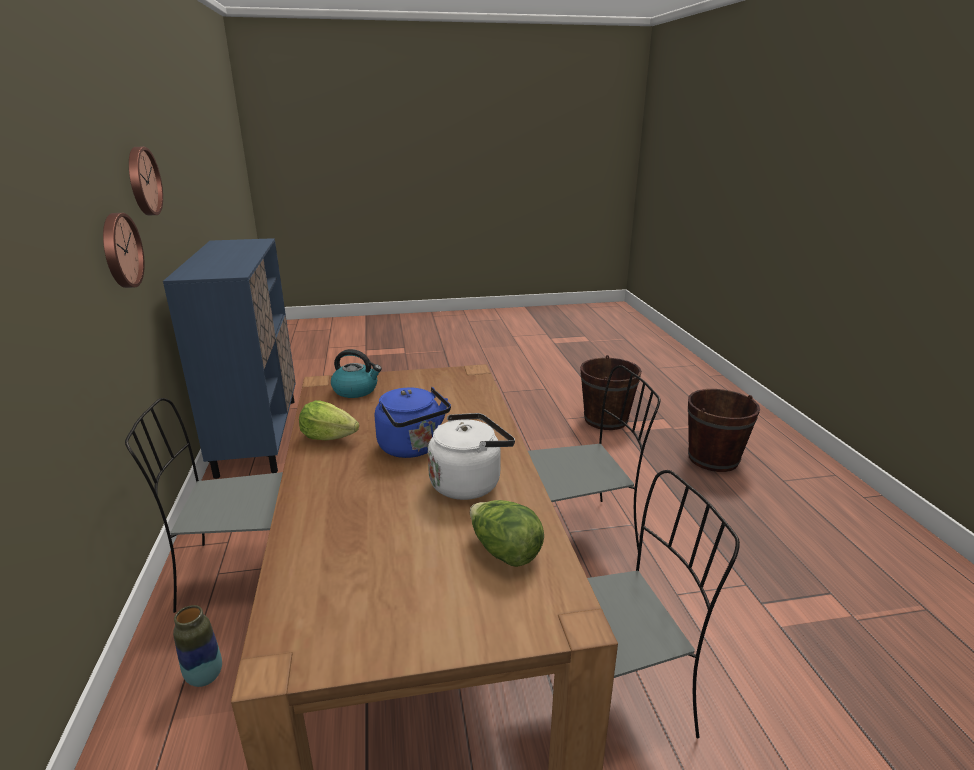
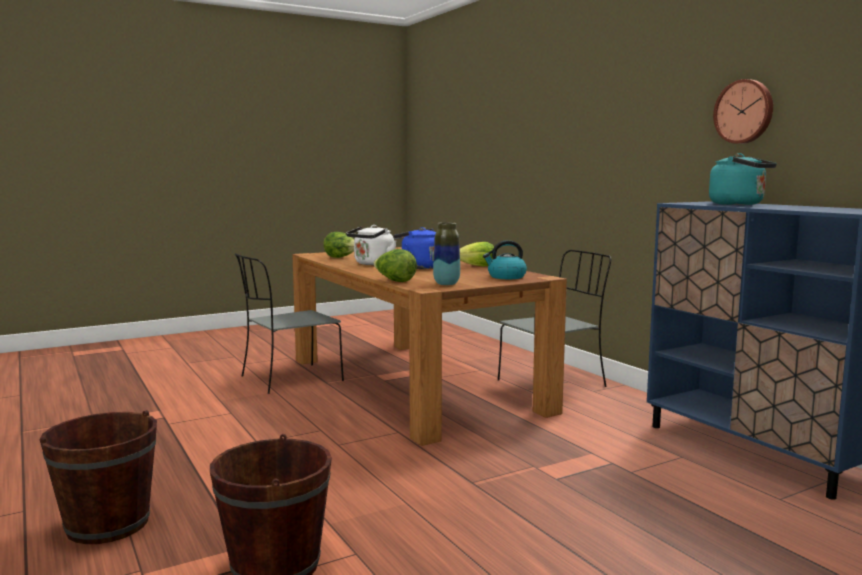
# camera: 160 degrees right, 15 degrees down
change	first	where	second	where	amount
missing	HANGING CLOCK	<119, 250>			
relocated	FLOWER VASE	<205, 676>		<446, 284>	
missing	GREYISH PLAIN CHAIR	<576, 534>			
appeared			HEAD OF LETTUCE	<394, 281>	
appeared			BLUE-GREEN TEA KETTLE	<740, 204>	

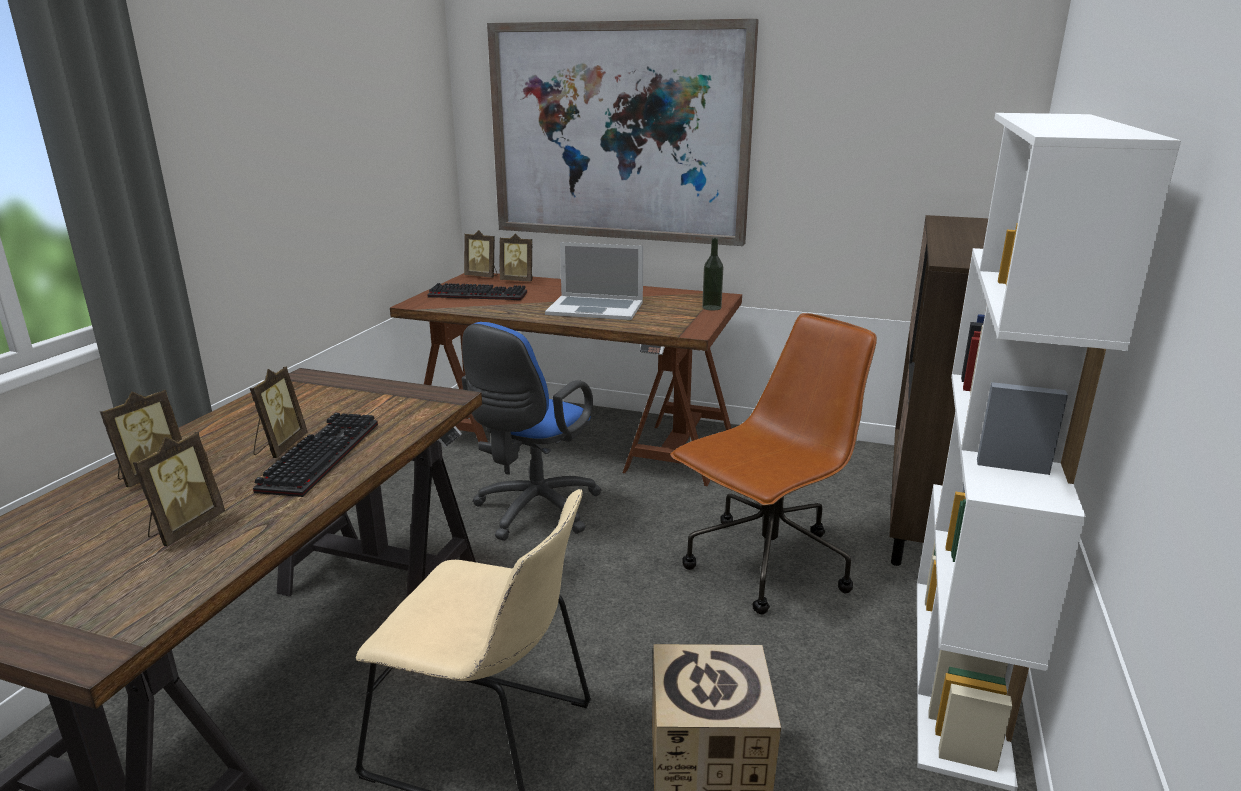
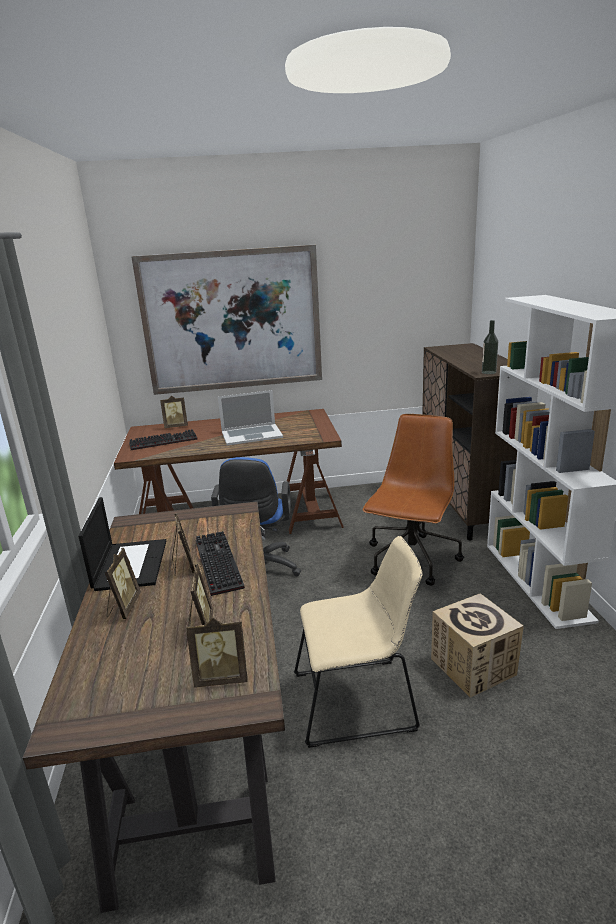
# camera: 25 degrees left, 0 degrees up
change	first	where	second	where	amount
relocated	PHOTO FRAME	<482, 276>		<222, 678>	
relocated	BOTTLE	<711, 307>		<488, 372>	
appeared			PORTABLE COMPUTER	<130, 564>	

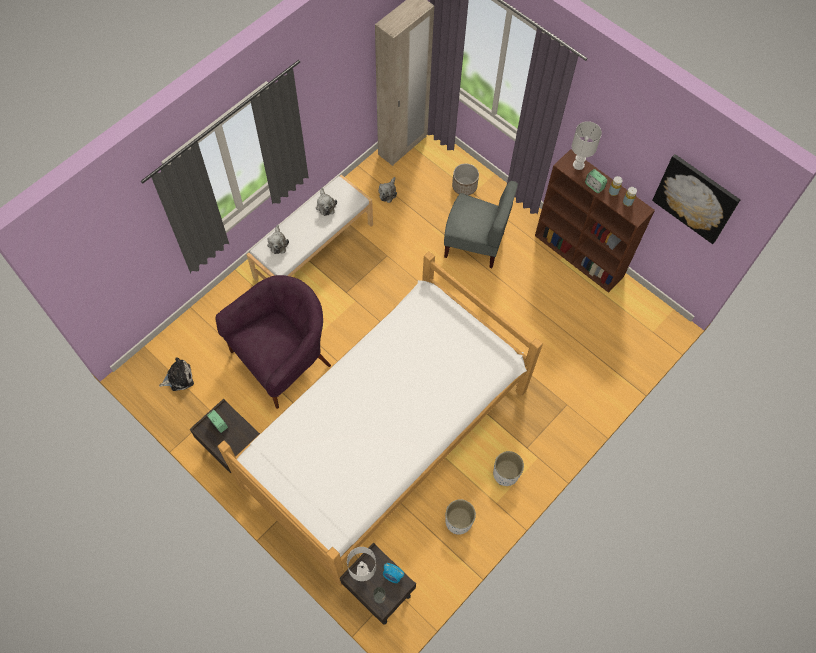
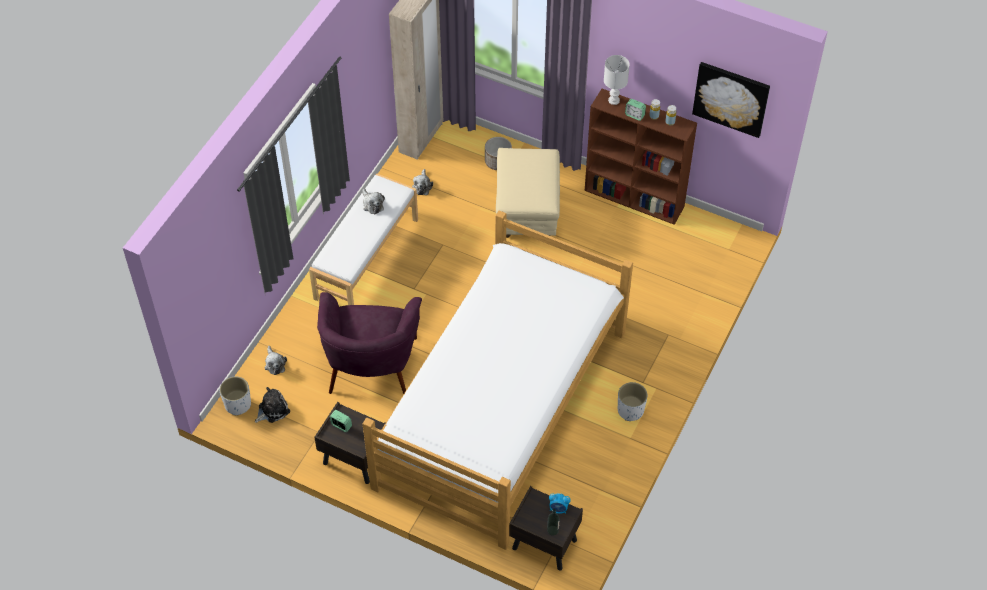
# camera: 15 degrees left, 10 degrees down
change	first	where	second	where	amount
spun	PURPLE-COLOURED EASY CHAIR	<282, 359>		<371, 365>	150 degrees clockwise
relocated	CUDDLY TOY	<278, 243>		<274, 364>	
missing	WHITE-COLOURED TABLE LAMP	<363, 573>			
exchanged	GREYISH PLAIN CHAIR	<475, 244>	SAND-COLOURED OTTOMAN	<527, 212>	
relocated	WHITE-COLOURED FLOWER POT	<458, 521>		<238, 404>	

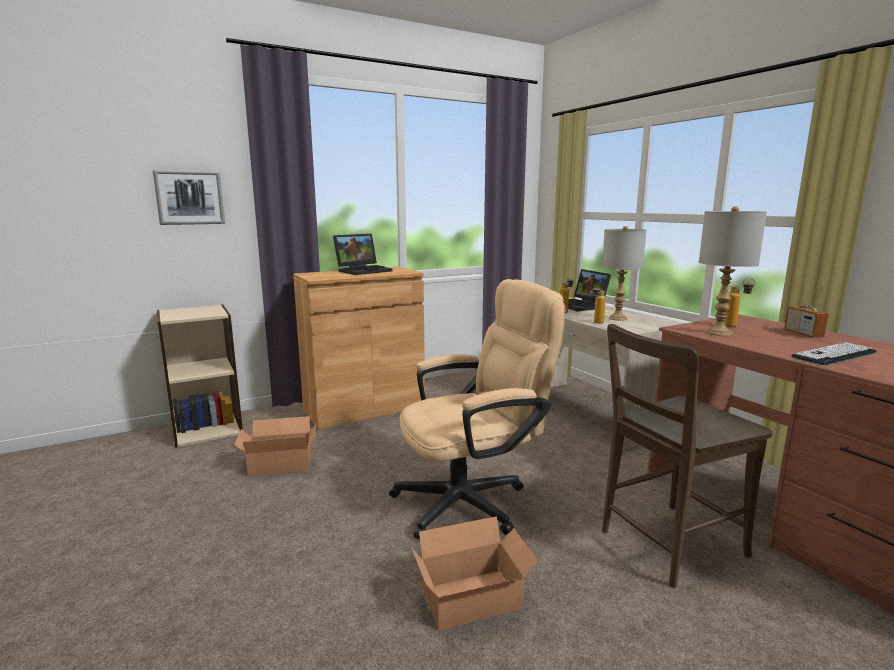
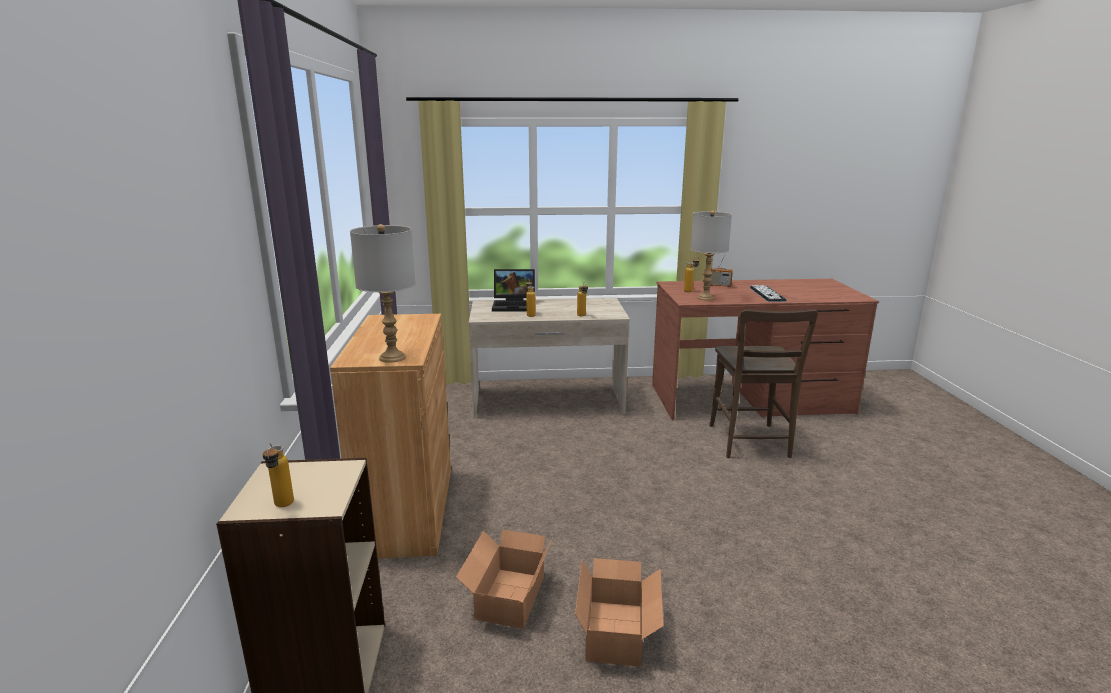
# camera: 65 degrees left, 5 degrees up
change	first	where	second	where	amount
missing	WALL ART	<190, 197>			
missing	PORTABLE COMPUTER	<364, 270>			
missing	SAND-COLOURED DESK CHAIR	<473, 500>			
relocated	PACKING BOX	<475, 600>		<618, 631>	
relocated	GREYISH TABLE LAMP	<618, 318>		<393, 358>	
appeared			BOTTLE	<282, 507>	

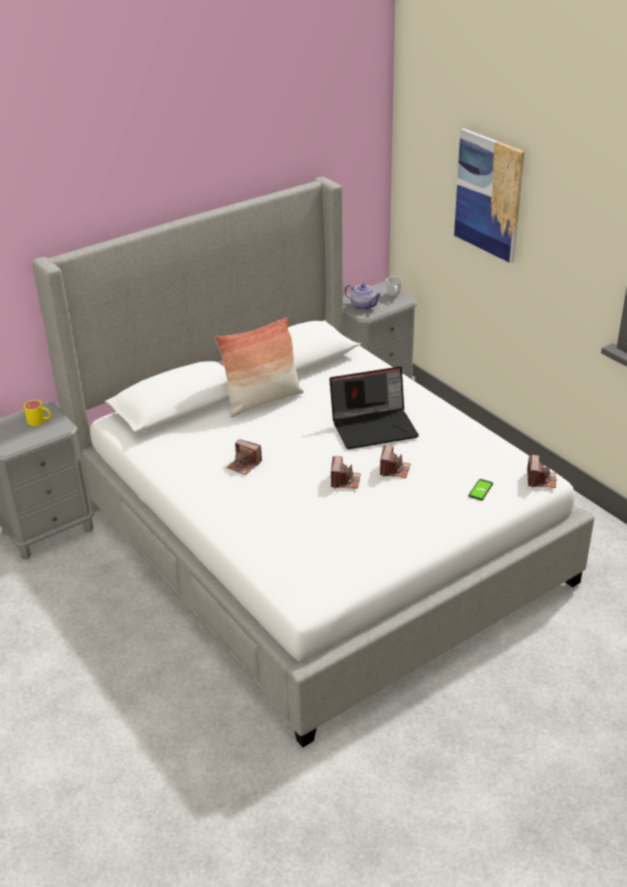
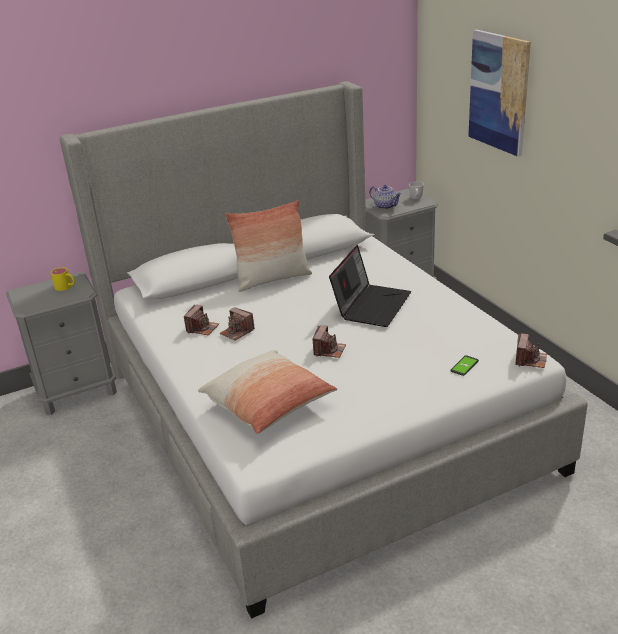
# camera: 10 degrees right, 5 degrees down
change	first	where	second	where	amount
spun	PORTABLE COMPUTER	<374, 427>		<371, 305>	60 degrees counterclockwise
relocated	PHOTO CAMERA	<394, 470>		<202, 328>	
appeared			PILLOW	<269, 405>	

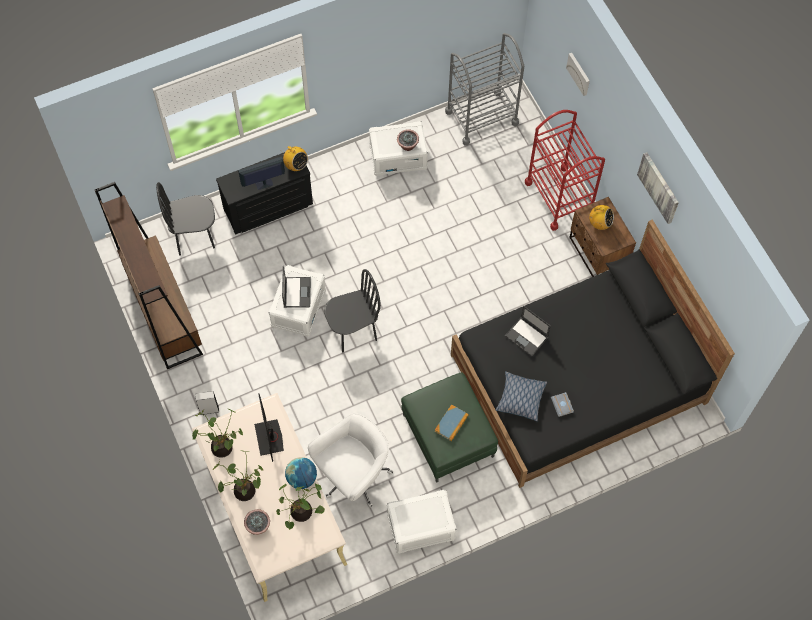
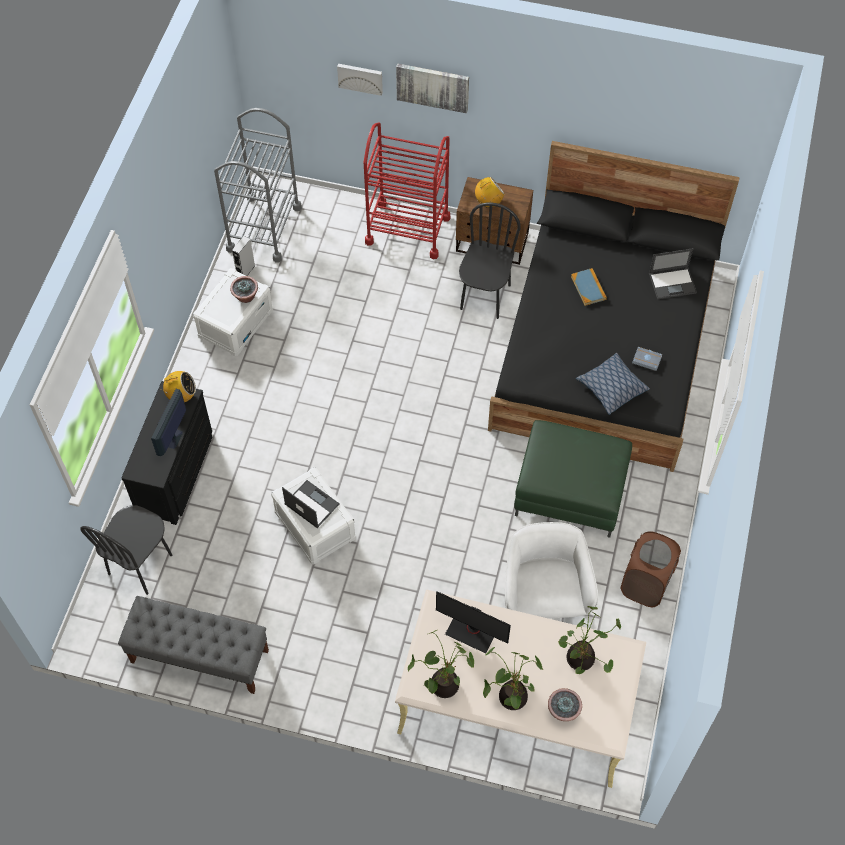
# camera: 50 degrees left, 5 degrees down
change	first	where	second	where	amount
exchanged	BROWN BOOKSHELF	<164, 312>	GREYISH BENCH	<199, 656>	
relocated	GREYISH LOUDSPEAKER	<209, 410>		<245, 271>	
missing	WORLD GLOBE	<302, 478>			
relocated	BLACKISH PLAIN CHAIR	<353, 331>		<485, 297>	
exchanged	WHITE-COLOURED STORAGE BOX	<420, 527>	BROWN HAMPER	<645, 584>	
relocated	VOLUME	<451, 423>		<588, 288>	
relocated	PORTABLE COMPUTER	<527, 336>		<673, 283>	
relocated	WALL ART	<659, 187>		<432, 86>	

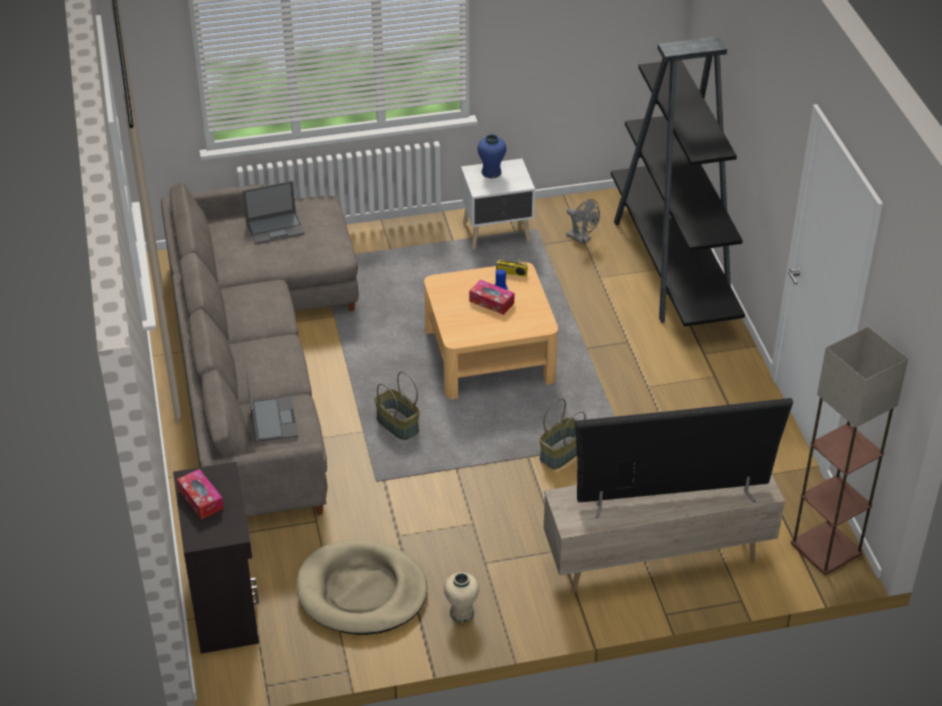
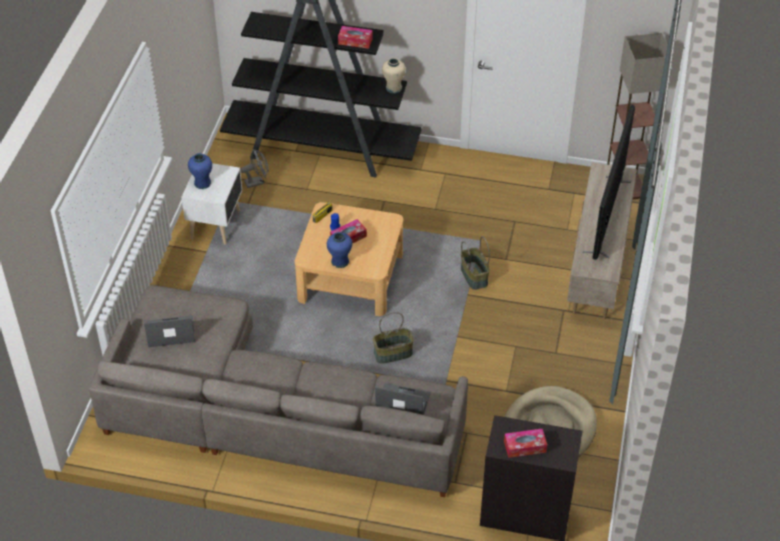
# camera: 65 degrees left, 5 degrees up
change	first	where	second	where	amount
spun	PORTABLE COMPUTER	<275, 227>		<170, 332>	105 degrees counterclockwise
relocated	SAND-COLOURED FLOWER VASE	<461, 612>		<393, 88>	
appeared			BLUE FLOWER VASE	<340, 262>	
appeared			BOX OF TISSUES	<355, 41>	

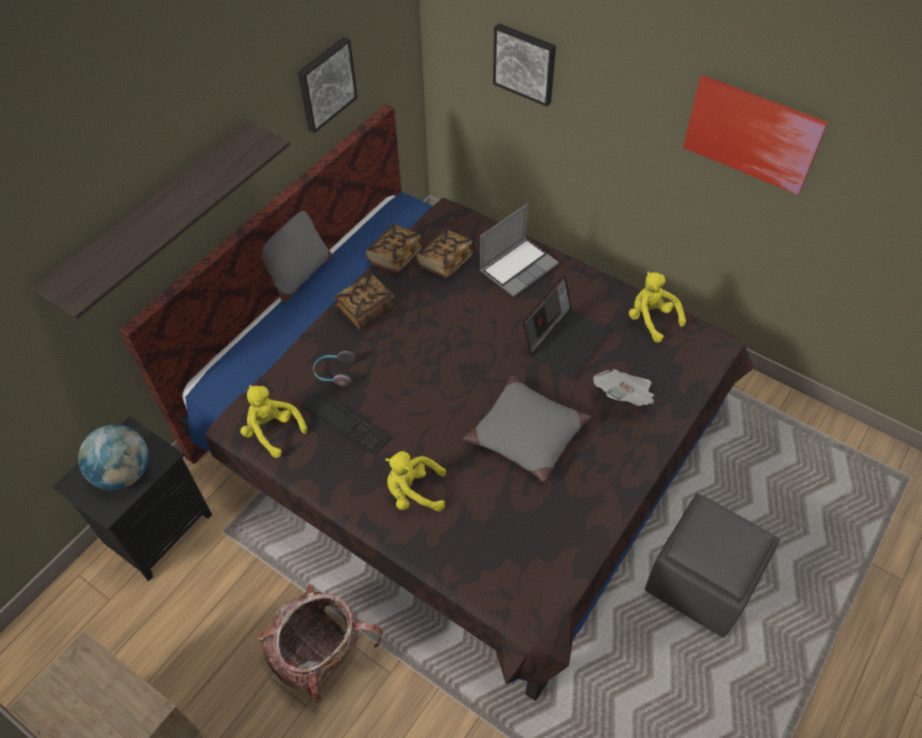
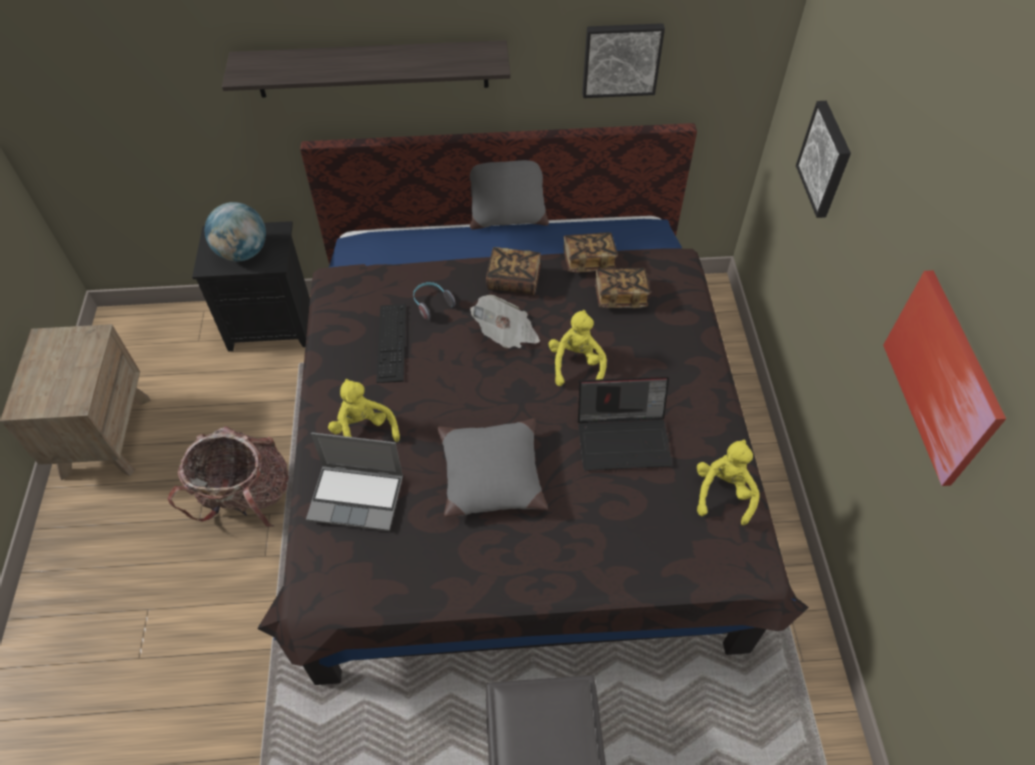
# camera: 50 degrees right, 0 degrees up
change	first	where	second	where	amount
relocated	YELLOW CUDDLY TOY	<272, 431>		<576, 364>	
relocated	PORTABLE COMPUTER	<518, 267>		<358, 497>	
relocated	DAILY PAPER	<624, 396>		<506, 334>	

